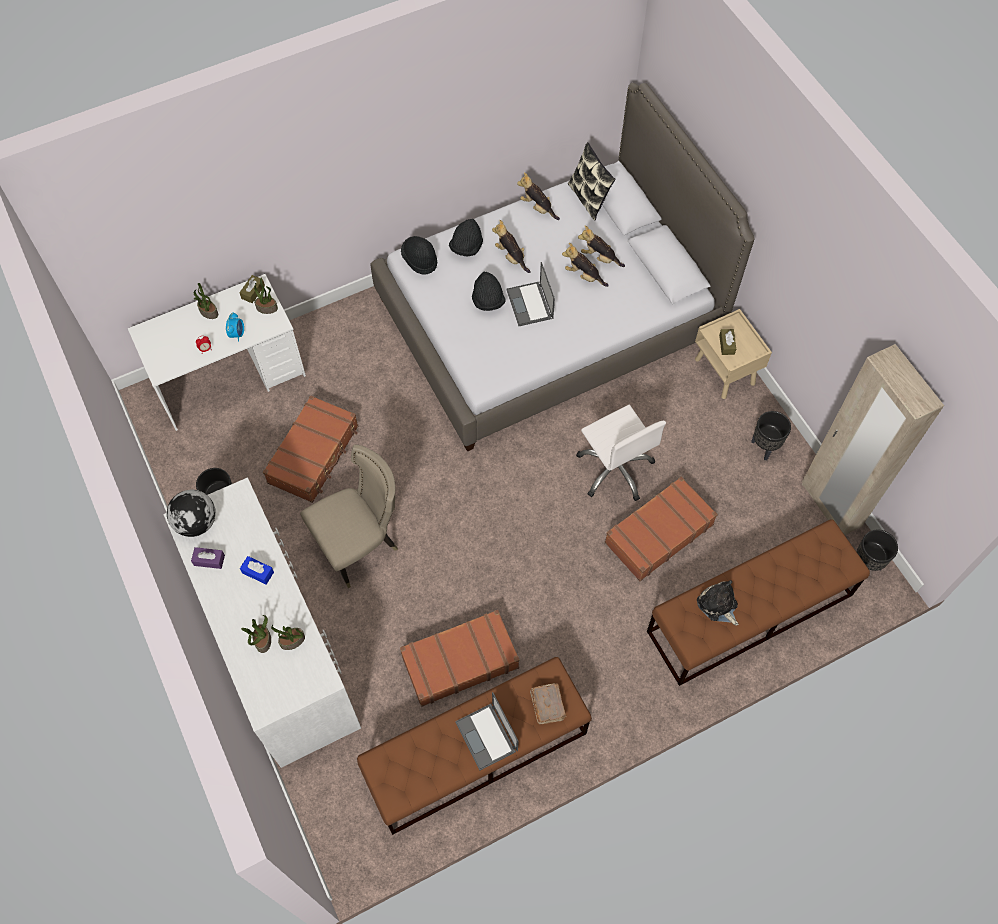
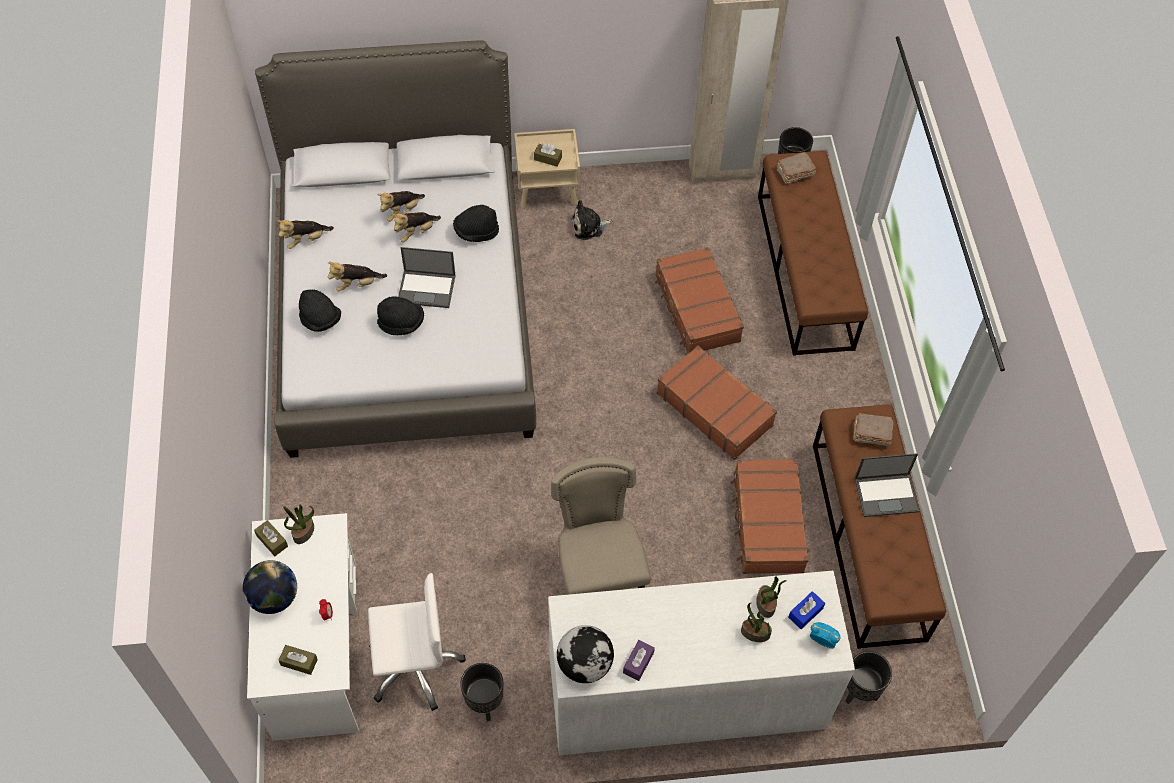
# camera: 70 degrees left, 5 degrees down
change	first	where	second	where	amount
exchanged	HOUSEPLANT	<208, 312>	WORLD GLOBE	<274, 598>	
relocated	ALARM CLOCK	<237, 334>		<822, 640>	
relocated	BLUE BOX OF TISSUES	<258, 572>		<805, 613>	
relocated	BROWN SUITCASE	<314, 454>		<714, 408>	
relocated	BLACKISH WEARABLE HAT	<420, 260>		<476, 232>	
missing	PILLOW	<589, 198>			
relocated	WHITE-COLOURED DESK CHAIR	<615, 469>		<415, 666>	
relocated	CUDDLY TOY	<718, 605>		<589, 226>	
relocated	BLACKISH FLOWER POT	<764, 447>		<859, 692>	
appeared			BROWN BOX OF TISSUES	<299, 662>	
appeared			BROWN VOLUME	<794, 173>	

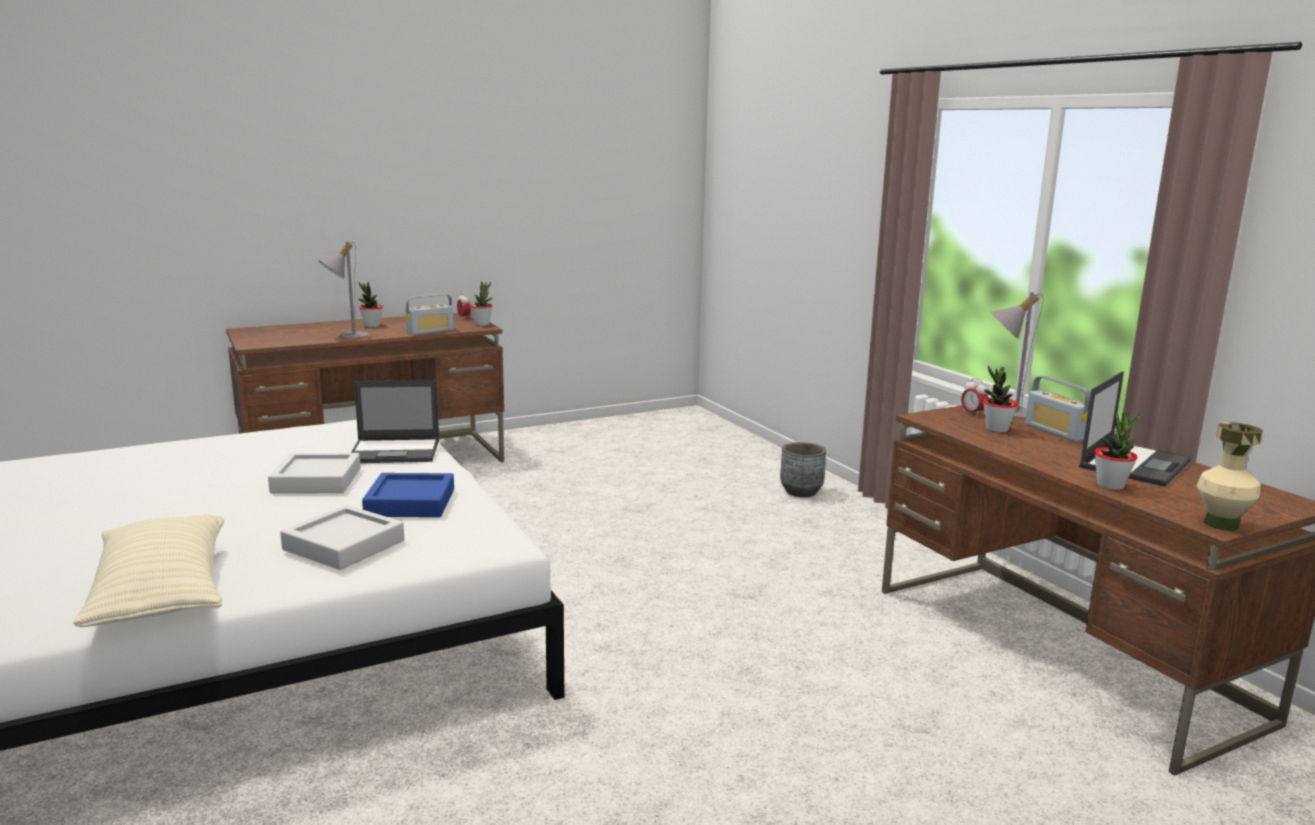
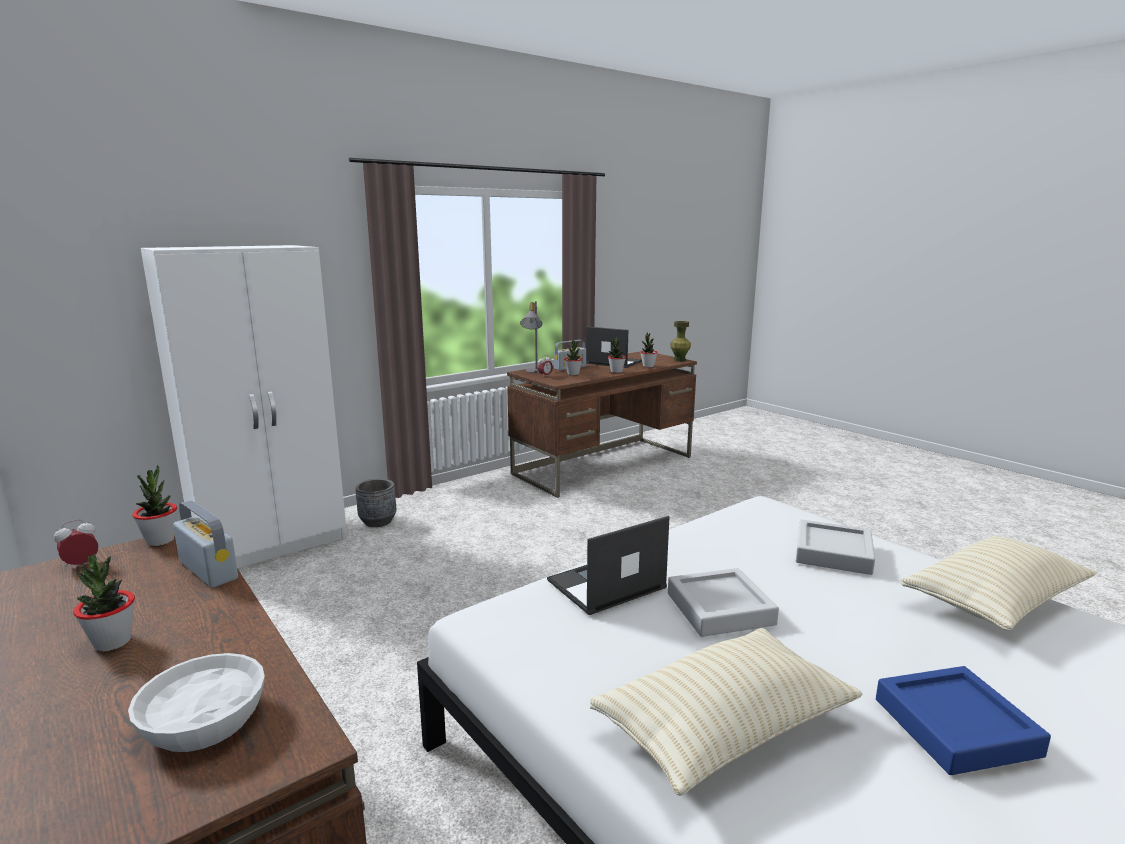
# camera: 100 degrees left, 0 degrees up
change	first	where	second	where	amount
missing	GREYISH TABLE LAMP	<347, 335>			
spun	PORTABLE COMPUTER	<396, 451>		<605, 585>	105 degrees counterclockwise
relocated	BLUE CARRYING TRAY	<410, 503>		<955, 727>	
colour	SAND-COLOURED FLOWER VASE	<1221, 524>	GREEN-COLOURED FLOWER VASE	<679, 360>	
appeared			WHITE-COLOURED BOWL	<202, 721>	
appeared			WHITE-COLOURED ARMOIRE	<272, 544>	
appeared			SAND-COLOURED PILLOW	<724, 729>	
appeared			HOUSEPLANT	<616, 372>	

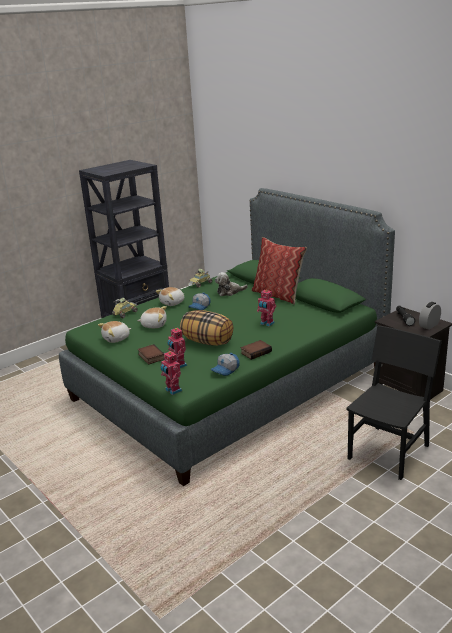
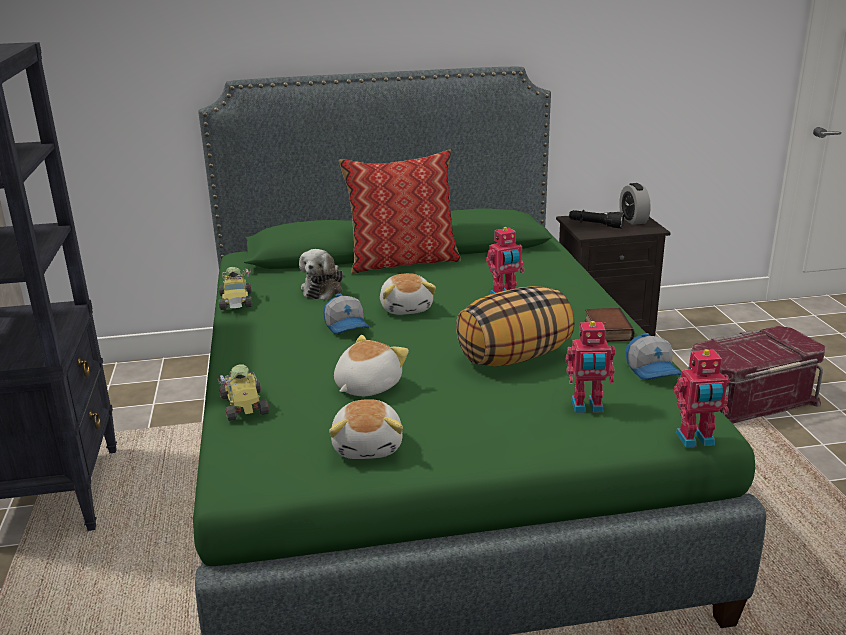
# camera: 60 degrees left, 0 degrees up
change	first	where	second	where	amount
missing	VOLUME	<150, 357>			
relocated	CUDDLY TOY	<172, 303>		<407, 308>	
exchanged	BLACKISH PLAIN CHAIR	<388, 452>	RED-COLOURED STORAGE BOX	<748, 400>	

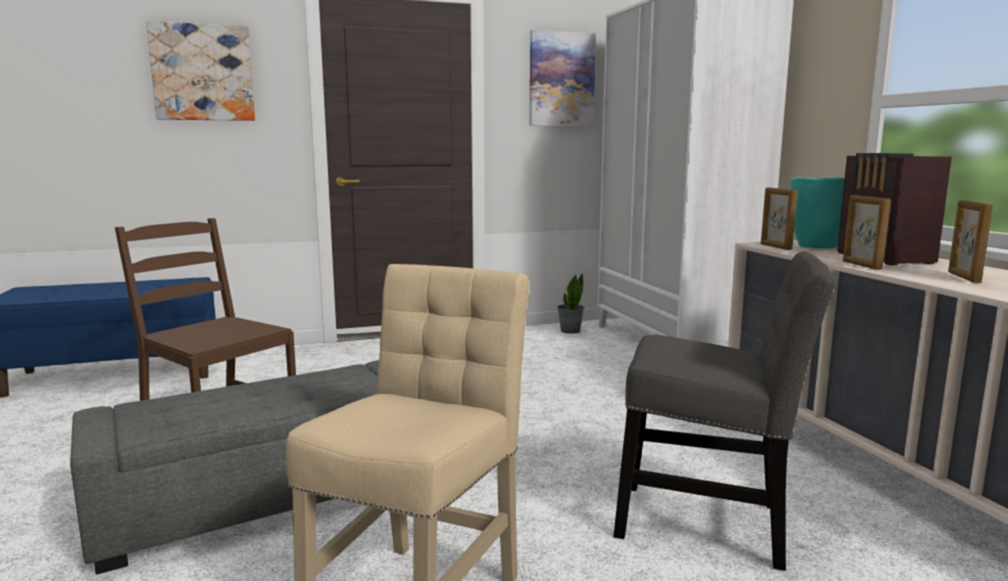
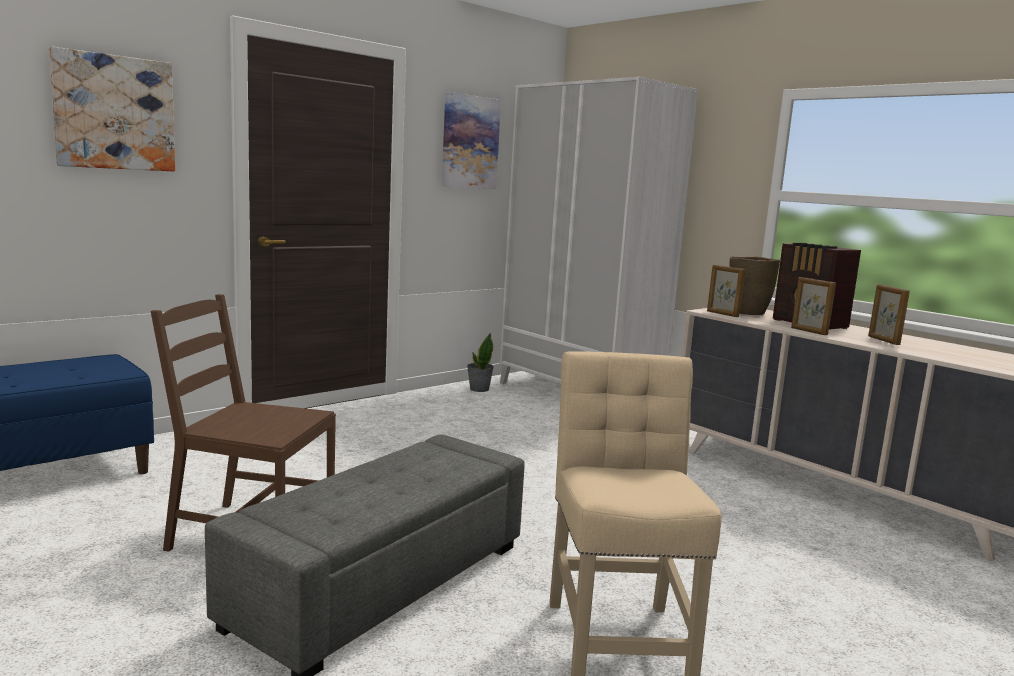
# camera: 25 degrees left, 0 degrees up
change	first	where	second	where	amount
missing	GREYISH PLAIN CHAIR	<710, 524>			
colour	BLUE-GREEN FLOWER VASE	<816, 246>	BROWN FLOWER VASE	<747, 313>	

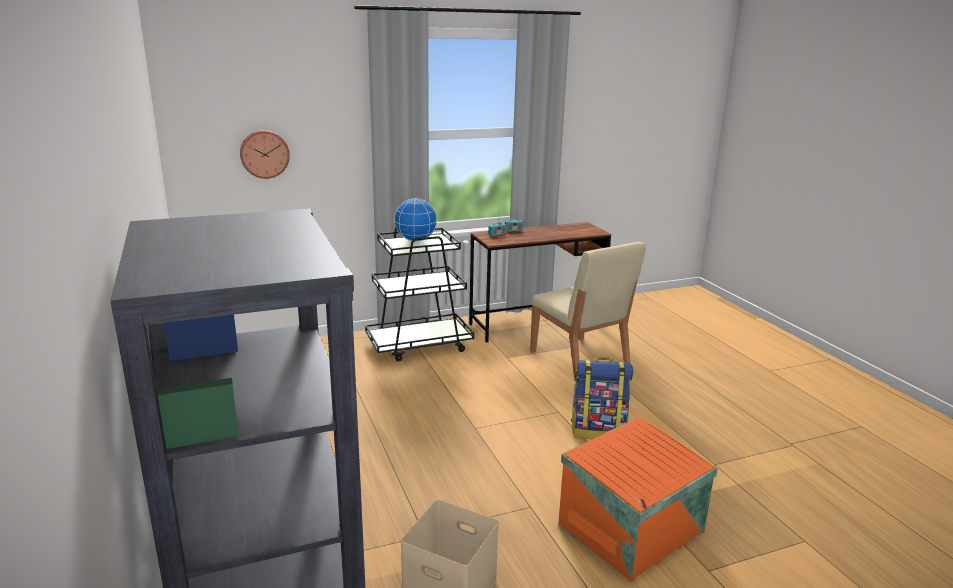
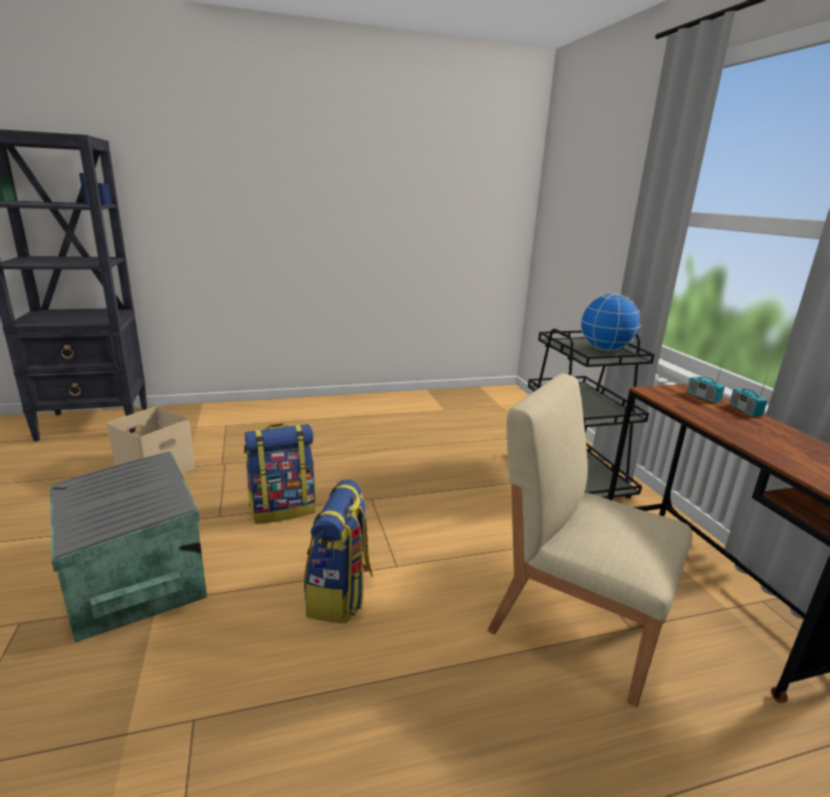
# camera: 95 degrees right, 0 degrees up
change	first	where	second	where	amount
missing	HANGING CLOCK	<264, 154>			
spun	SAND-COLOURED PLAIN CHAIR	<579, 359>		<575, 623>	60 degrees clockwise
colour	ORANGEY STORAGE BOX	<633, 529>	GREYISH STORAGE BOX	<133, 579>	
appeared			KNAPSACK	<283, 509>	

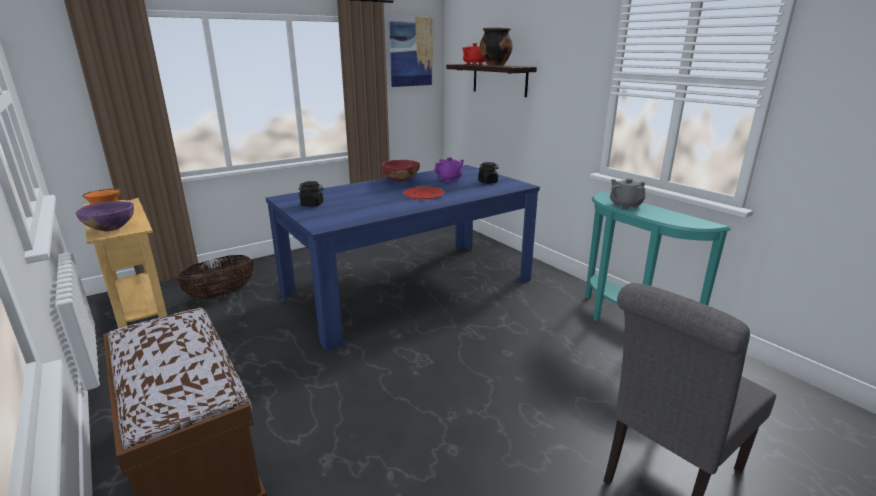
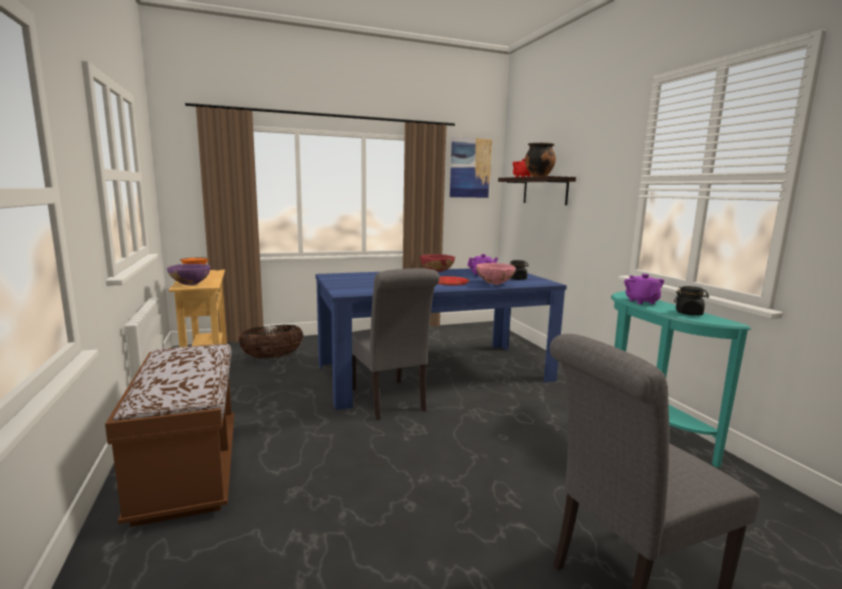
# camera: 15 degrees right, 10 degrees down
change	first	where	second	where	amount
relocated	BLACKISH JAR	<312, 204>		<689, 313>	
colour	GREYISH TEAPOT	<625, 205>	PURPLE-COLOURED TEAPOT	<641, 301>	
appeared			GREYISH PLAIN CHAIR	<389, 401>	
appeared			PINK BOWL	<494, 284>	

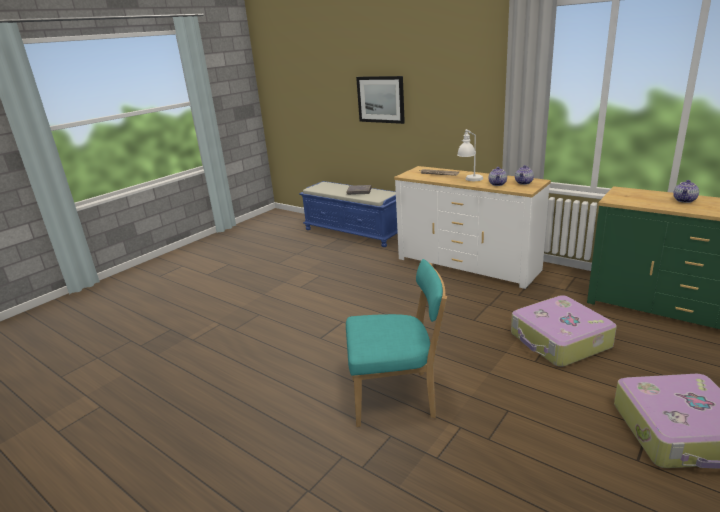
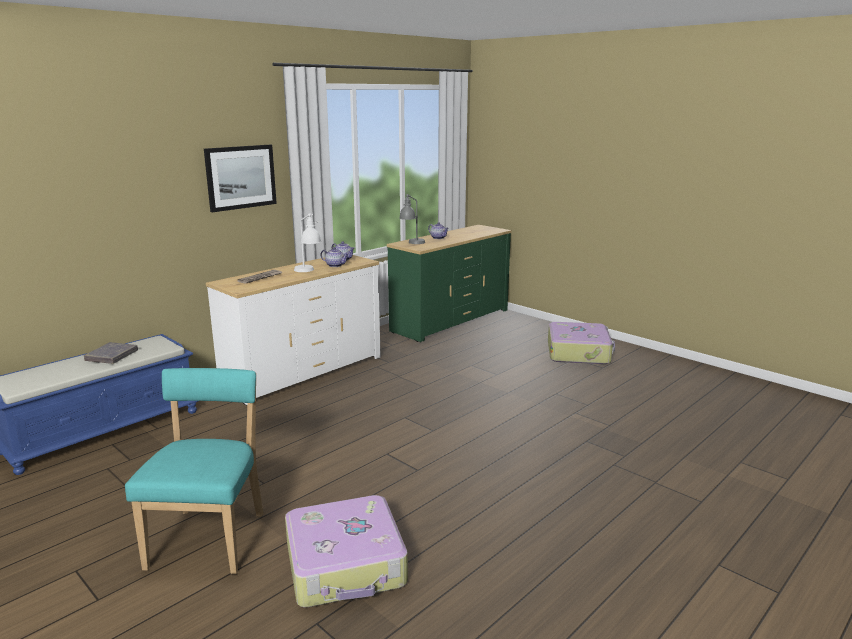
# camera: 85 degrees left, 5 degrees down
change	first	where	second	where	amount
relocated	BLUE-GREEN PLAIN CHAIR	<397, 398>		<210, 537>	
relocated	WALL ART	<381, 99>		<240, 177>	
relocated	SUITCASE	<559, 341>		<346, 565>	
appeared			GREYISH TABLE LAMP	<412, 243>	

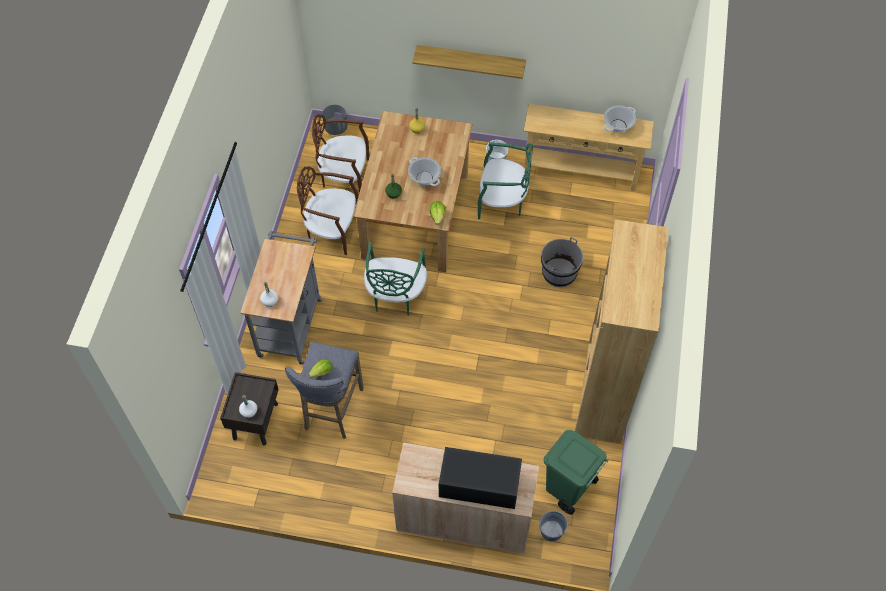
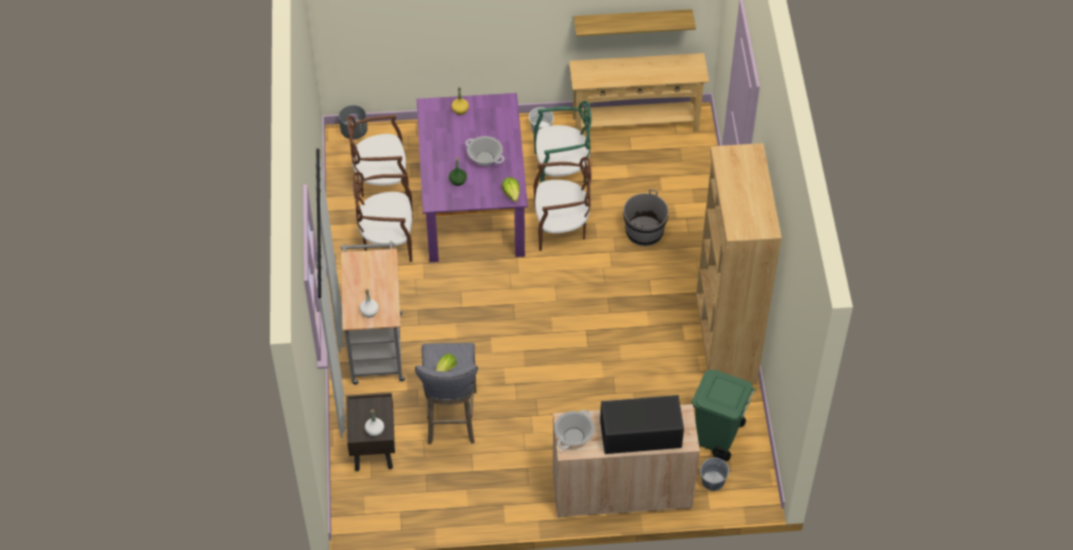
# camera: 15 degrees left, 5 degrees down
change	first	where	second	where	amount
colour	BROWN DINNER TABLE	<416, 215>	PURPLE-COLOURED DINNER TABLE	<474, 205>	
missing	GREEN-COLOURED PLAIN CHAIR	<395, 296>			
relocated	SHELF	<471, 60>		<632, 21>	
relocated	SAUCEPOT	<618, 125>		<573, 436>	
appeared			BROWN PLAIN CHAIR	<561, 227>	

